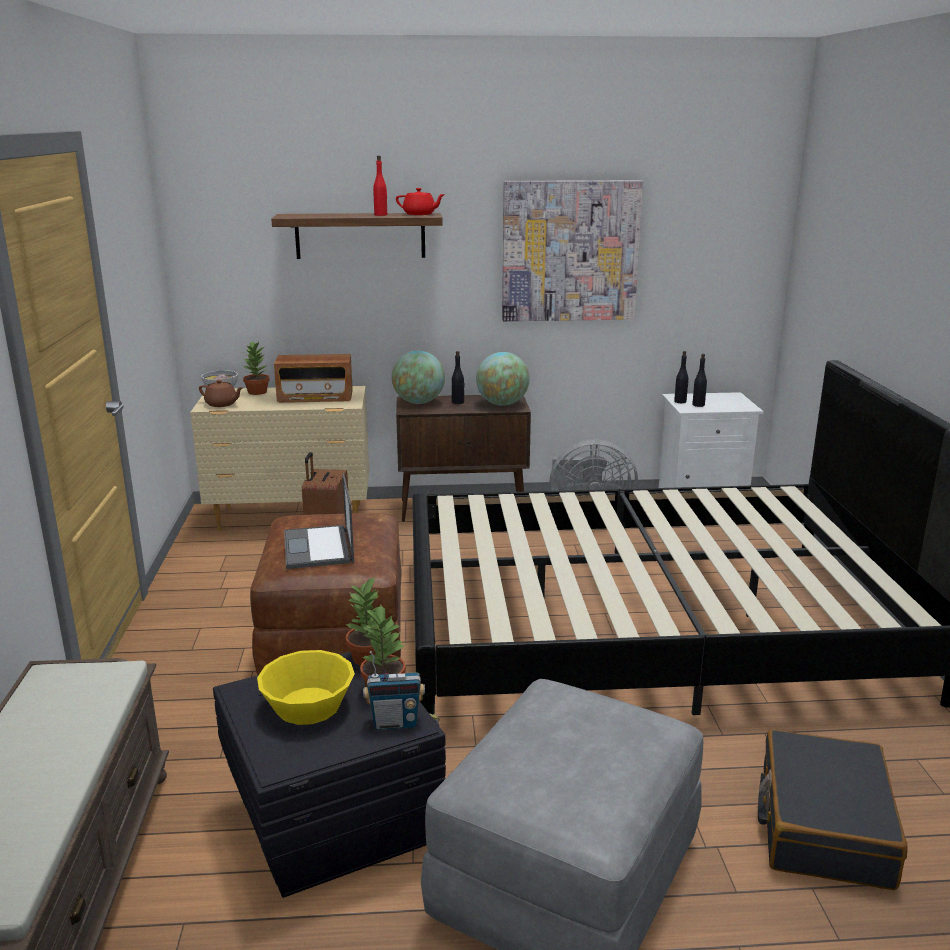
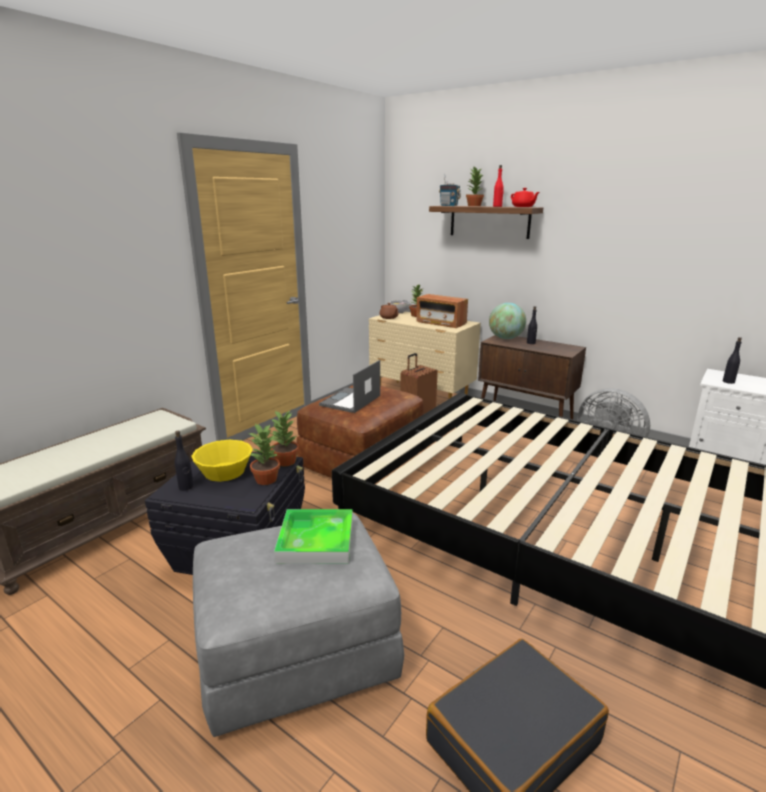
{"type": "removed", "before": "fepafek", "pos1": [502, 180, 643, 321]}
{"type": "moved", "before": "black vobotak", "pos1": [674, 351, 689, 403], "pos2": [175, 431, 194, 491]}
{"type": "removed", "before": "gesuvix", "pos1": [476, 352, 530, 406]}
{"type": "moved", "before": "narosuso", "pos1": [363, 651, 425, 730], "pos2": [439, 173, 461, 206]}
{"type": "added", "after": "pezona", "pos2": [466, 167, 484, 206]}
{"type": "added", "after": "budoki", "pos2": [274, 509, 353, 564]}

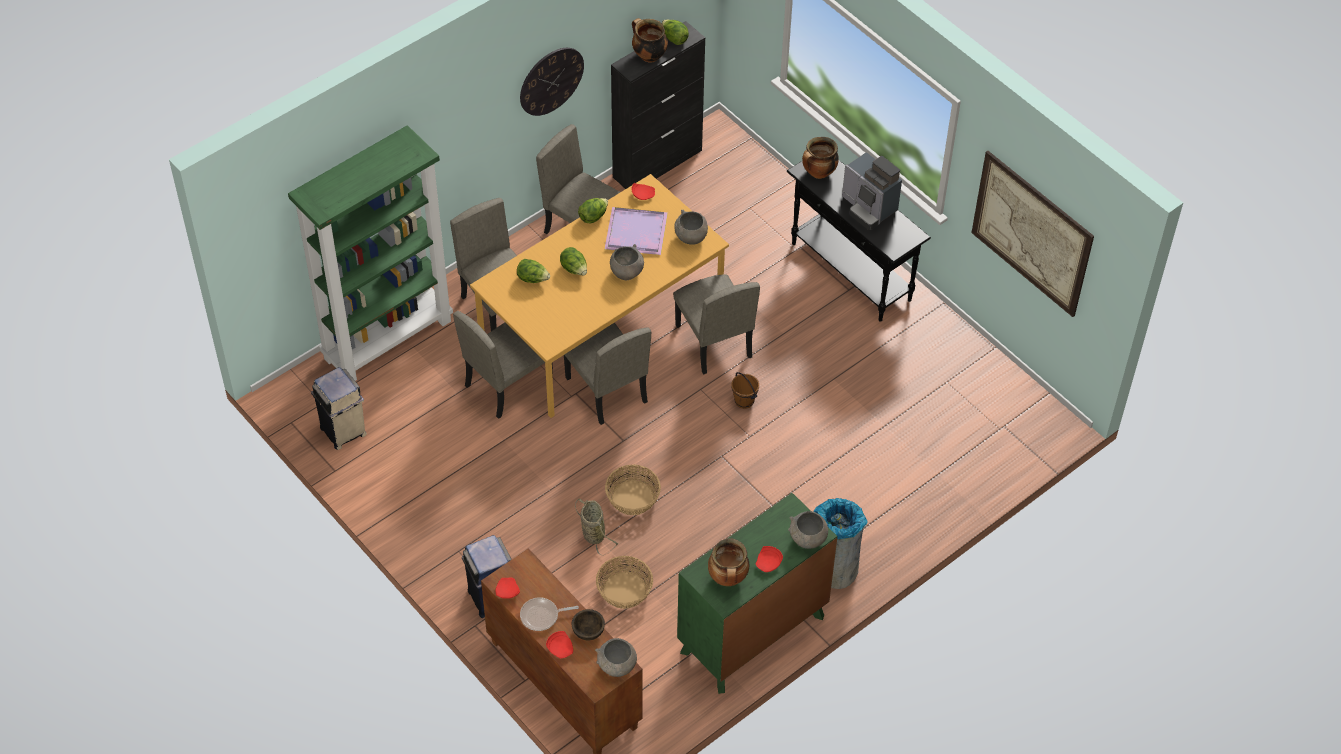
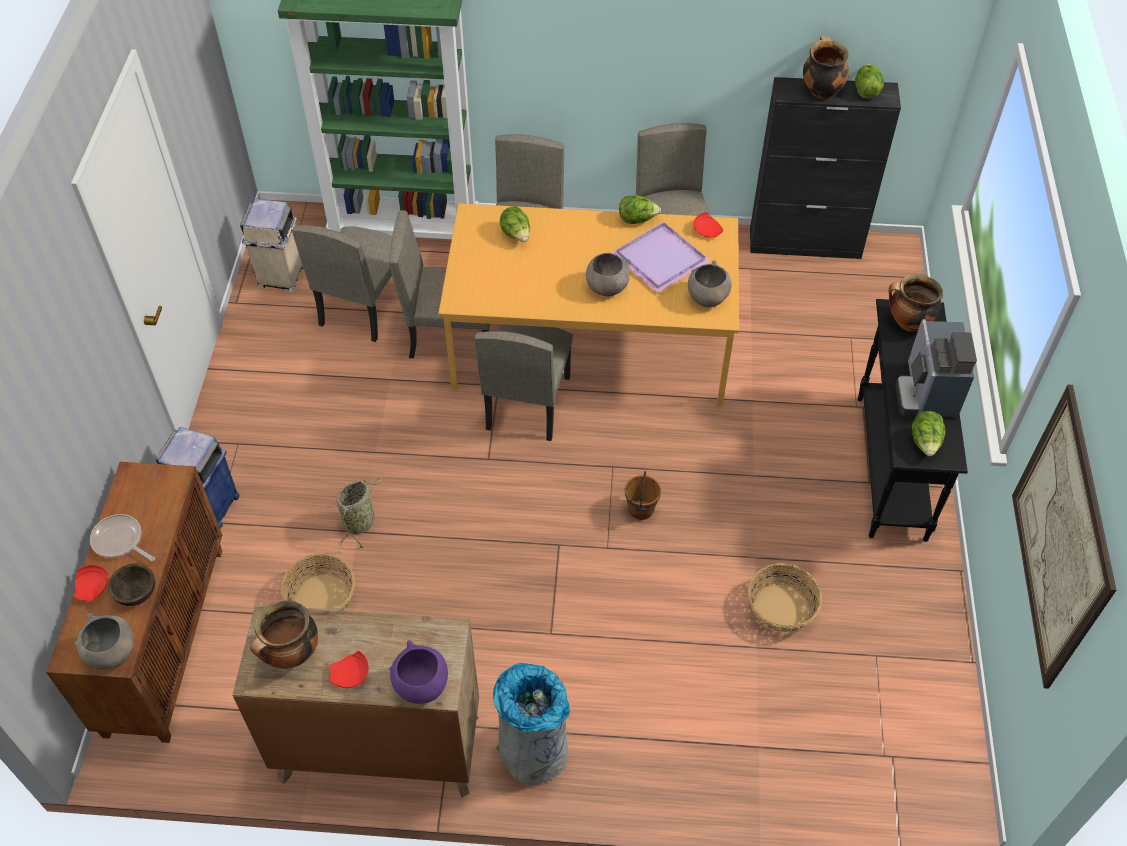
{"type": "removed", "before": "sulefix", "pos1": [520, 48, 584, 116]}
{"type": "moved", "before": "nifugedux", "pos1": [560, 247, 587, 275], "pos2": [912, 411, 946, 456]}
{"type": "moved", "before": "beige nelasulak", "pos1": [673, 274, 760, 374], "pos2": [292, 225, 392, 342]}
{"type": "moved", "before": "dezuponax", "pos1": [605, 464, 661, 515], "pos2": [748, 563, 822, 632]}
{"type": "recoloured", "before": "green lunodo", "after": "brown lunodo", "pos1": [677, 493, 837, 694], "pos2": [232, 604, 479, 797]}
{"type": "recoloured", "before": "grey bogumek", "after": "purple bogumek", "pos1": [788, 511, 828, 549], "pos2": [389, 640, 448, 704]}
{"type": "removed", "before": "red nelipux", "pos1": [495, 578, 520, 599]}

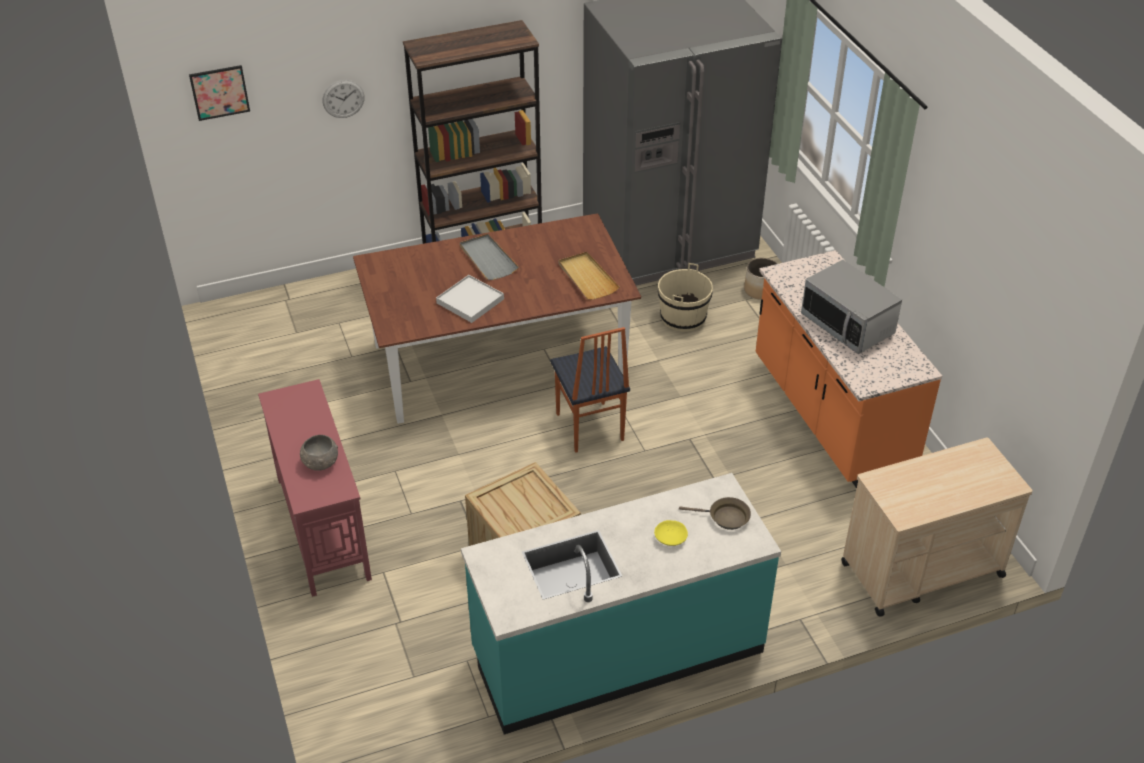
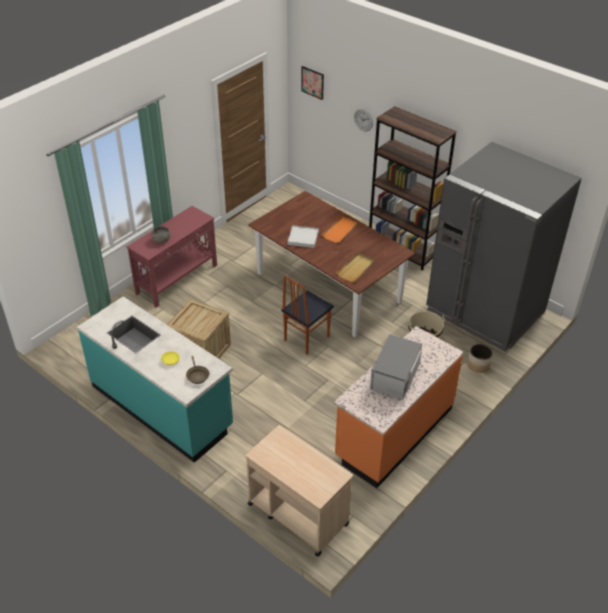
{"type": "recoloured", "before": "grey budoki", "after": "orange budoki", "pos1": [460, 234, 519, 280], "pos2": [322, 216, 358, 243]}

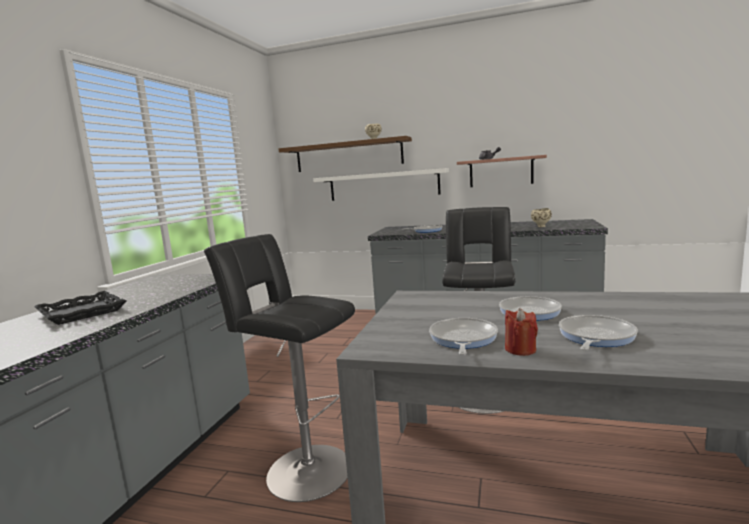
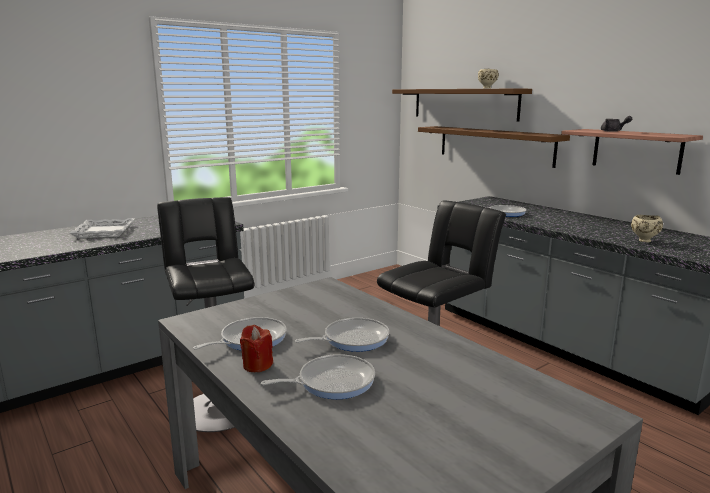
{"type": "recoloured", "before": "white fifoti", "after": "brown fifoti", "pos1": [313, 168, 449, 201], "pos2": [418, 126, 570, 168]}
{"type": "recoloured", "before": "black budoki", "after": "white budoki", "pos1": [34, 291, 127, 325], "pos2": [69, 218, 134, 238]}

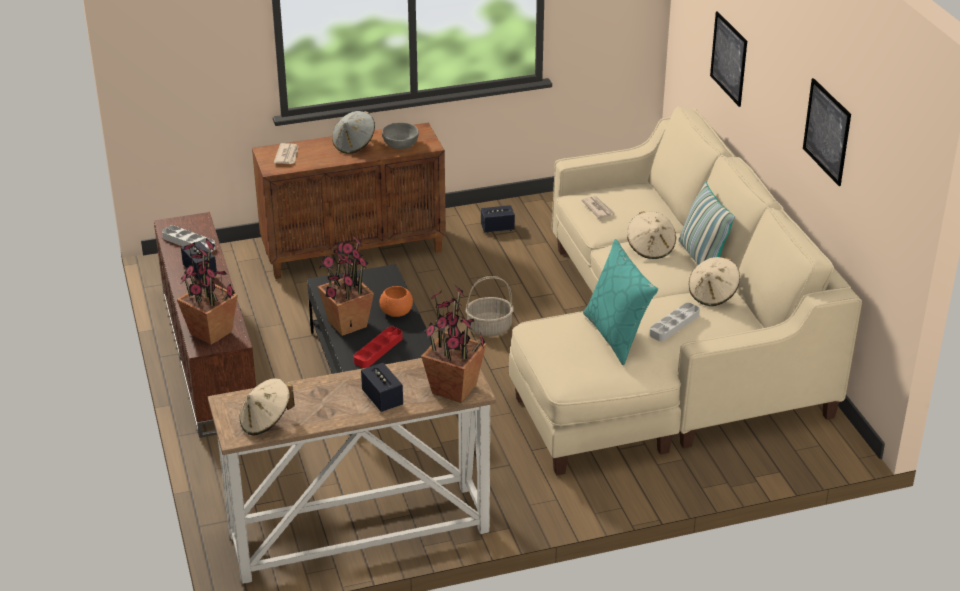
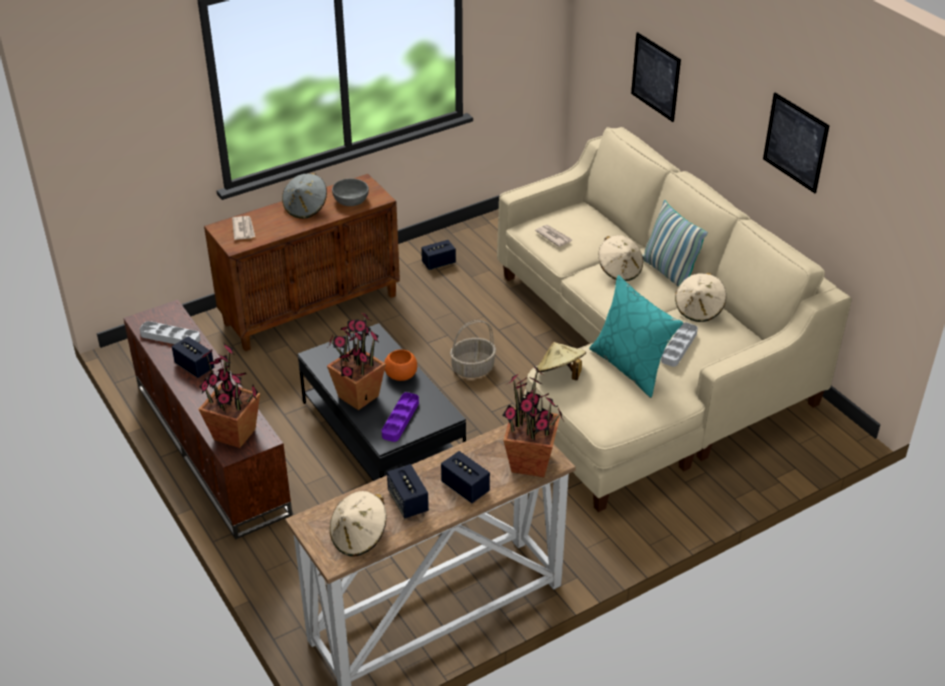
{"type": "recoloured", "before": "red budoki", "after": "purple budoki", "pos1": [354, 326, 403, 368], "pos2": [382, 392, 419, 442]}
{"type": "added", "after": "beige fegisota", "pos2": [537, 342, 586, 380]}
{"type": "added", "after": "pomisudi", "pos2": [387, 464, 429, 518]}

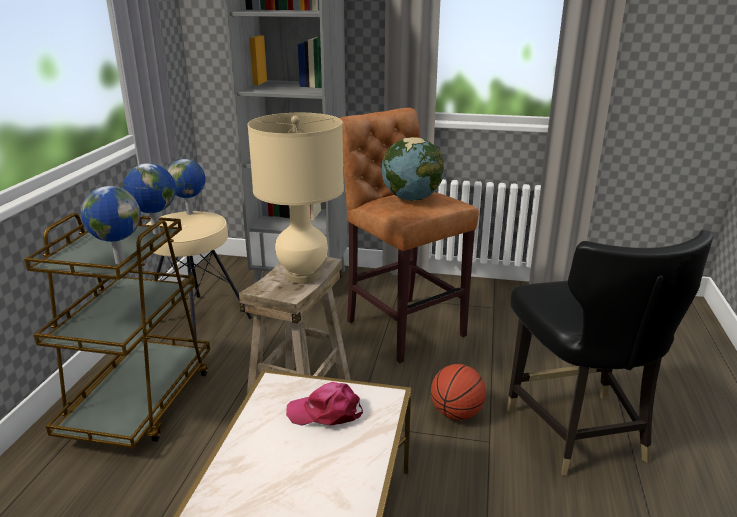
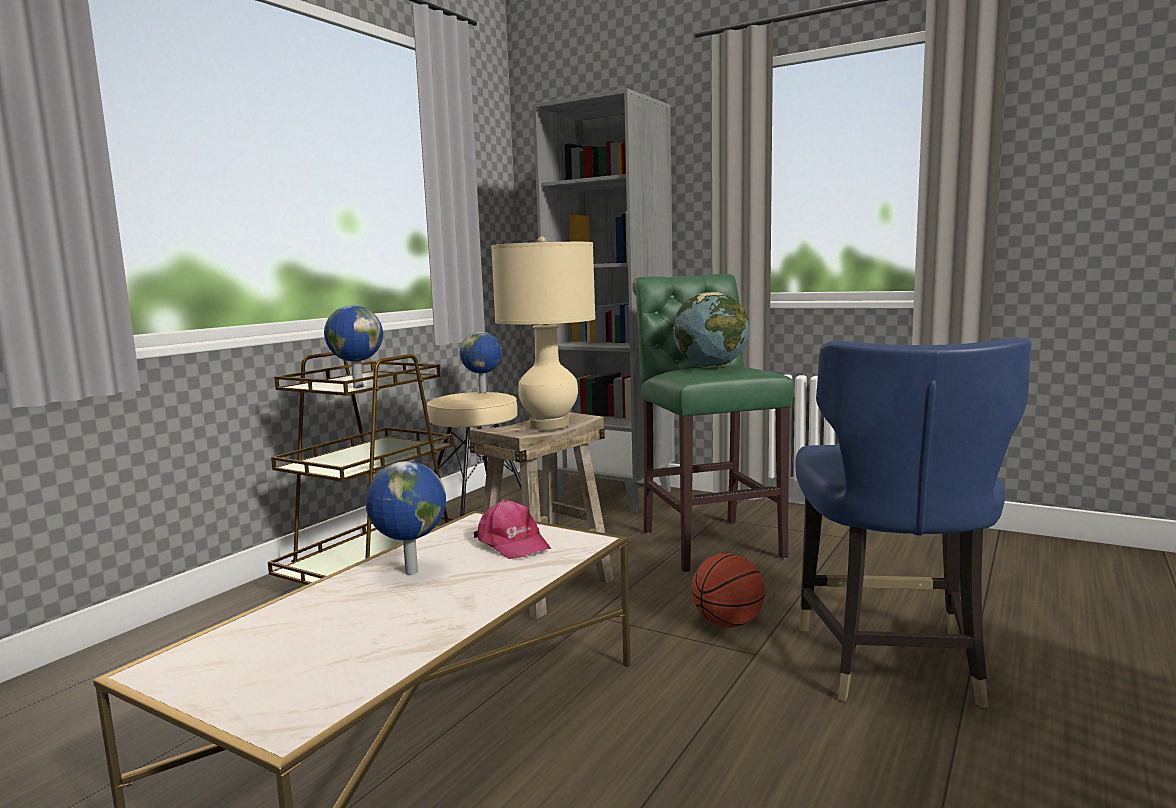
{"type": "recoloured", "before": "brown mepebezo", "after": "green mepebezo", "pos1": [340, 108, 479, 363], "pos2": [632, 274, 794, 572]}
{"type": "moved", "before": "gesuvix", "pos1": [123, 163, 176, 234], "pos2": [365, 461, 446, 575]}
{"type": "recoloured", "before": "black nelasulak", "after": "blue nelasulak", "pos1": [507, 230, 713, 476], "pos2": [795, 337, 1031, 708]}
{"type": "turned", "before": "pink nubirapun", "pos1": [286, 382, 363, 426], "pos2": [474, 500, 551, 559], "turn": -150}

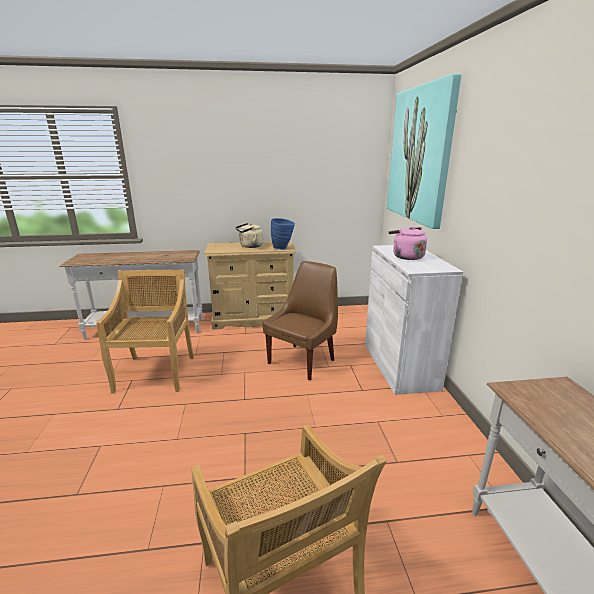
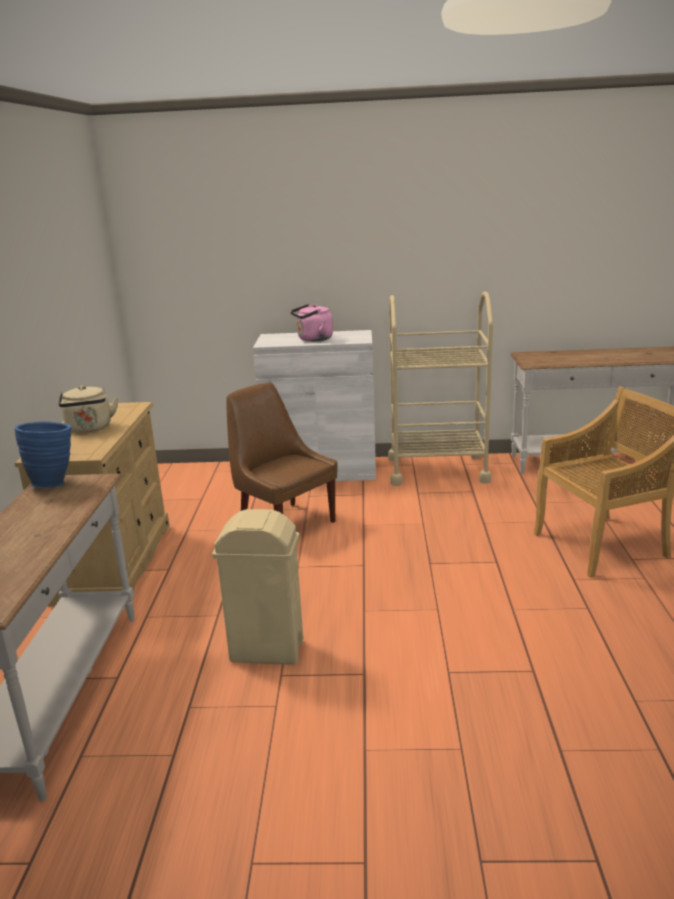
{"type": "removed", "before": "fepafek", "pos1": [387, 73, 462, 229]}
{"type": "moved", "before": "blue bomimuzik", "pos1": [271, 218, 295, 250], "pos2": [15, 421, 72, 488]}
{"type": "replaced", "before": "beige nelasulak", "after": "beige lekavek", "pos1": [96, 270, 194, 393], "pos2": [212, 509, 303, 665]}
{"type": "added", "after": "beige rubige", "pos2": [388, 292, 493, 486]}

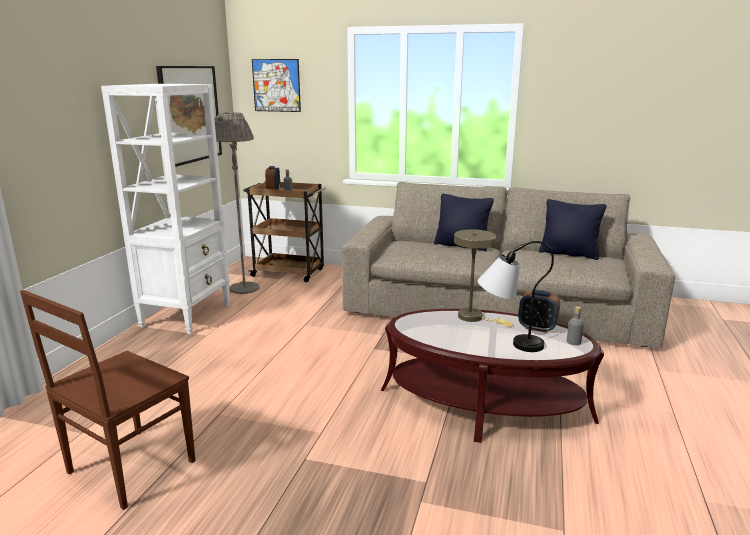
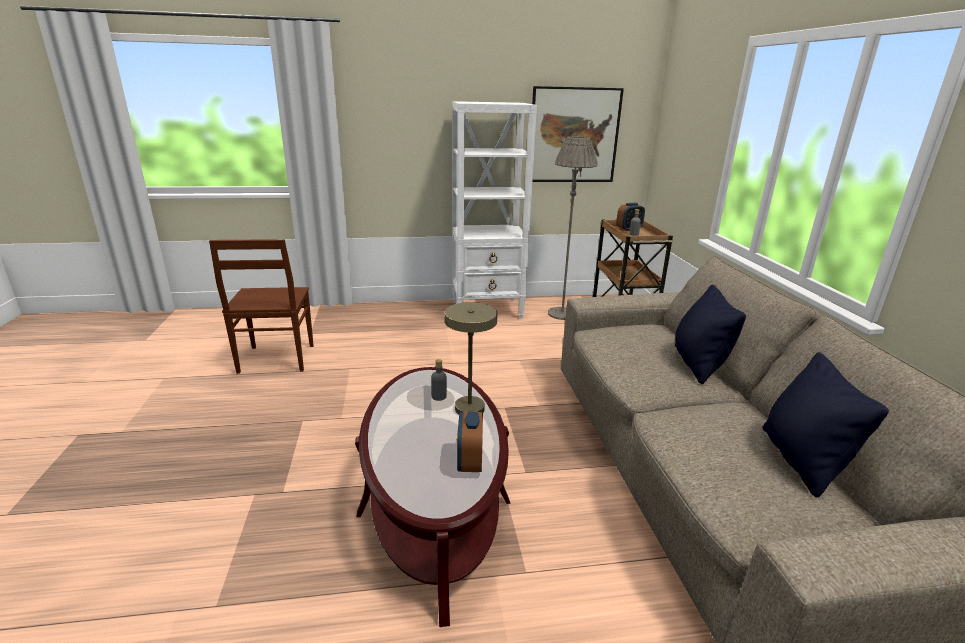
{"type": "removed", "before": "fepafek", "pos1": [252, 59, 301, 112]}
{"type": "removed", "before": "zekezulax", "pos1": [478, 241, 554, 352]}
{"type": "turned", "before": "brown nelasulak", "pos1": [20, 290, 195, 510], "pos2": [209, 239, 314, 374], "turn": -105}
{"type": "moved", "before": "grey vobotak", "pos1": [567, 306, 584, 345], "pos2": [431, 359, 447, 401]}

